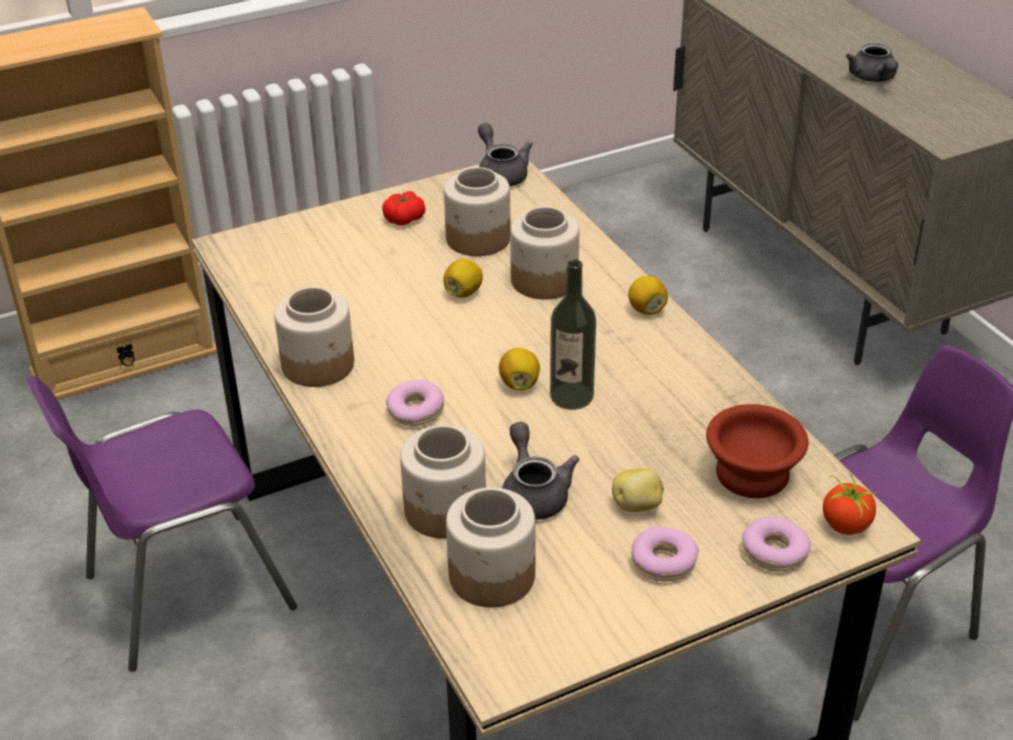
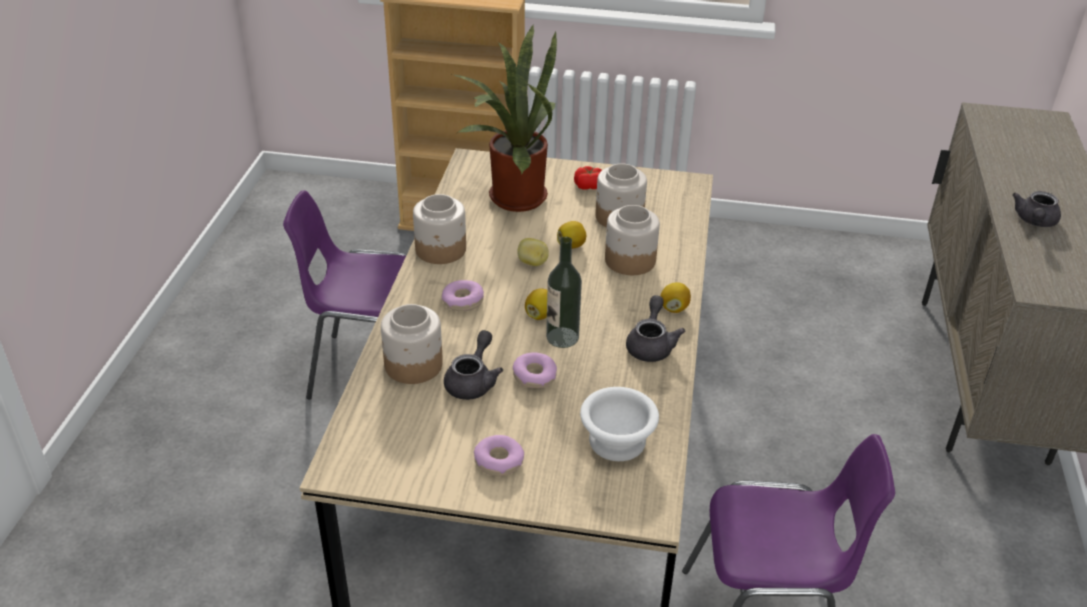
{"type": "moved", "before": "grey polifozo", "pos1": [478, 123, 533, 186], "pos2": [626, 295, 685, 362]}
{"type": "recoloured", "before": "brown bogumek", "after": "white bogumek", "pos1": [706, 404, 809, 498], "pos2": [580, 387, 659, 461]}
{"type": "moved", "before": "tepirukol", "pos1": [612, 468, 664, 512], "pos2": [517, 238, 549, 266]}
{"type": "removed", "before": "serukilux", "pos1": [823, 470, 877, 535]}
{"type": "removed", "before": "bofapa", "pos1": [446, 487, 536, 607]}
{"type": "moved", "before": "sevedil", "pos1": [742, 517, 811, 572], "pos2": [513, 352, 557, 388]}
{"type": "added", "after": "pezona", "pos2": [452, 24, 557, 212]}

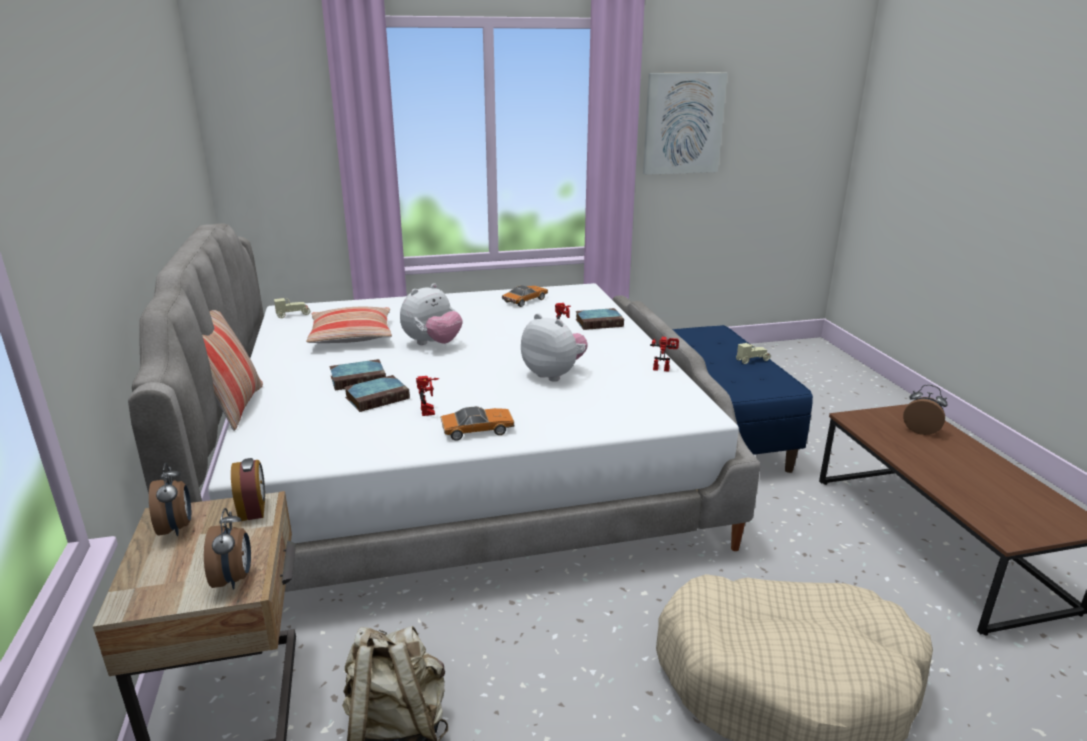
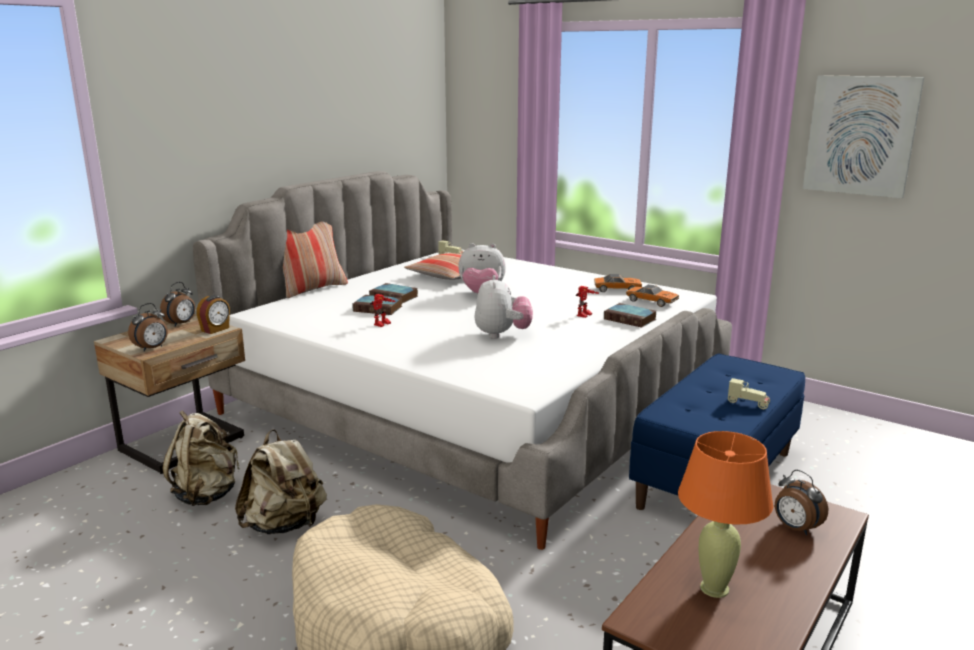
{"type": "removed", "before": "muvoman", "pos1": [650, 337, 679, 372]}
{"type": "turned", "before": "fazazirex", "pos1": [903, 385, 947, 435], "pos2": [775, 470, 828, 535], "turn": 150}
{"type": "moved", "before": "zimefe", "pos1": [441, 406, 515, 441], "pos2": [626, 284, 679, 307]}
{"type": "added", "after": "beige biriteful", "pos2": [235, 429, 327, 534]}
{"type": "added", "after": "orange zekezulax", "pos2": [678, 431, 773, 598]}

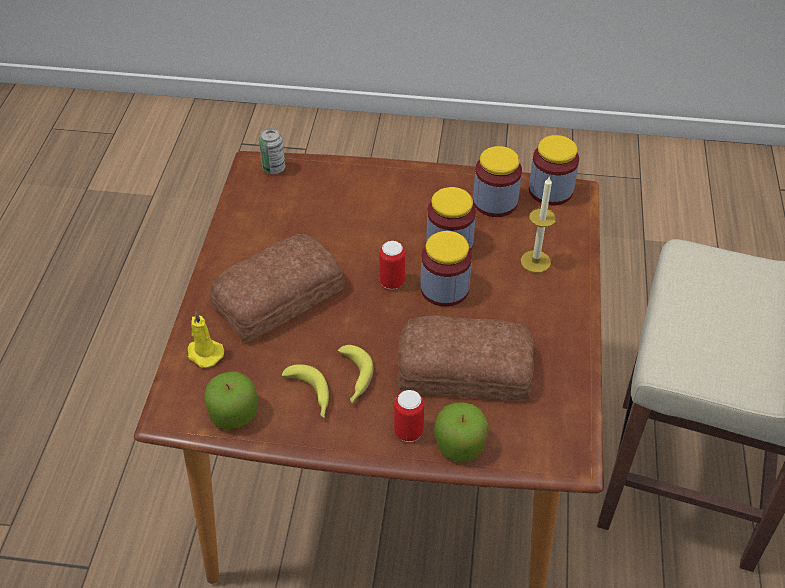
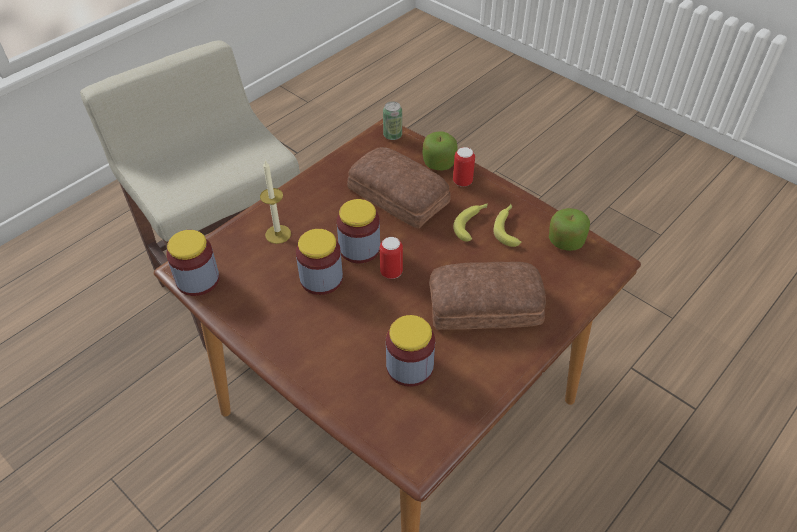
{"type": "moved", "before": "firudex", "pos1": [259, 128, 285, 174], "pos2": [383, 101, 402, 140]}
{"type": "moved", "before": "bofapa", "pos1": [473, 146, 522, 217], "pos2": [386, 315, 435, 387]}
{"type": "removed", "before": "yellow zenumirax", "pos1": [188, 312, 224, 368]}

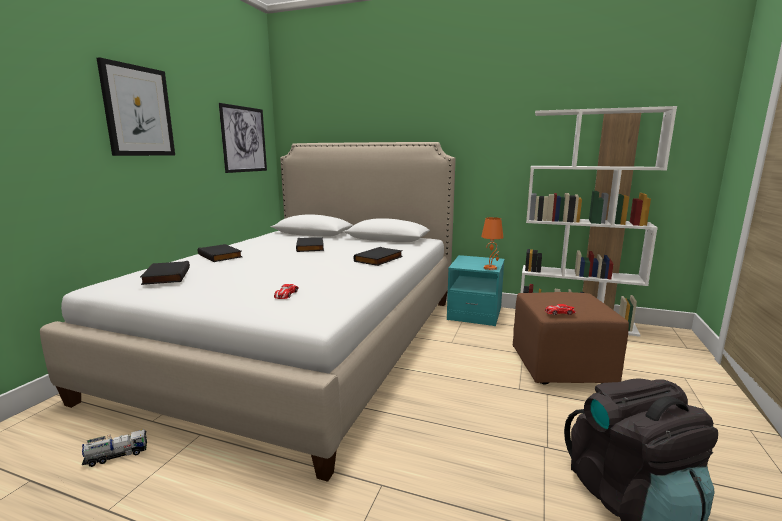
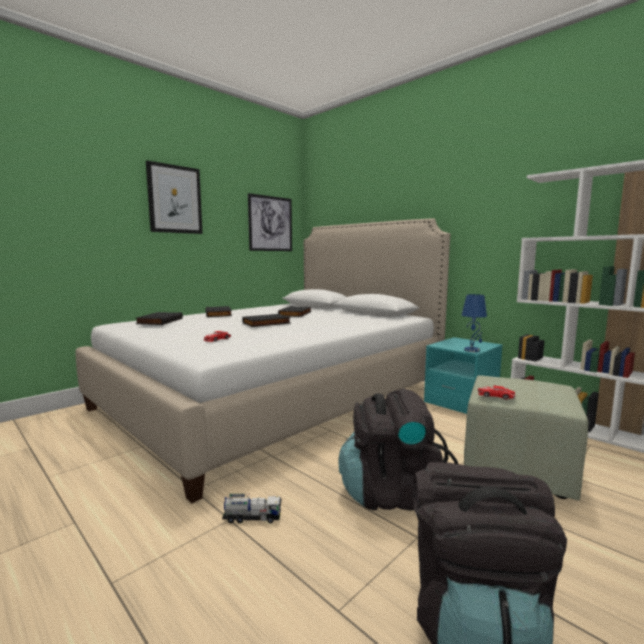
{"type": "recoloured", "before": "orange zekezulax", "after": "blue zekezulax", "pos1": [481, 217, 503, 270], "pos2": [462, 294, 487, 352]}
{"type": "moved", "before": "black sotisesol", "pos1": [354, 247, 403, 266], "pos2": [242, 314, 291, 327]}
{"type": "recoloured", "before": "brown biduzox", "after": "green biduzox", "pos1": [513, 292, 629, 385], "pos2": [464, 375, 588, 501]}
{"type": "moved", "before": "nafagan", "pos1": [82, 429, 147, 467], "pos2": [222, 493, 281, 523]}
{"type": "added", "after": "black biriteful", "pos2": [339, 389, 458, 510]}

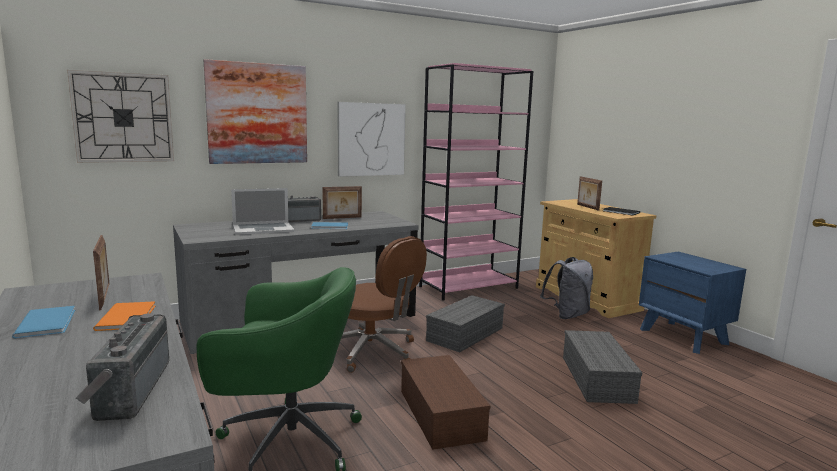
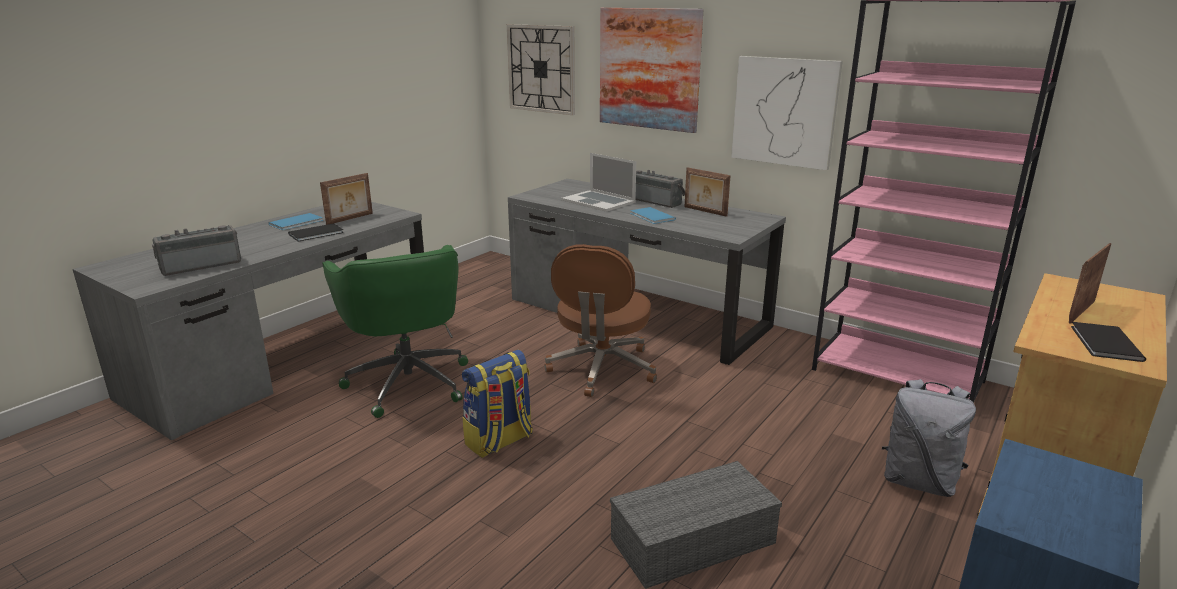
{"type": "removed", "before": "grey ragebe", "pos1": [426, 295, 505, 352]}
{"type": "recoloured", "before": "orange sotisesol", "after": "black sotisesol", "pos1": [93, 302, 155, 331], "pos2": [288, 223, 344, 242]}
{"type": "replaced", "before": "brown ragebe", "after": "biriteful", "pos1": [401, 355, 490, 450], "pos2": [462, 350, 533, 458]}

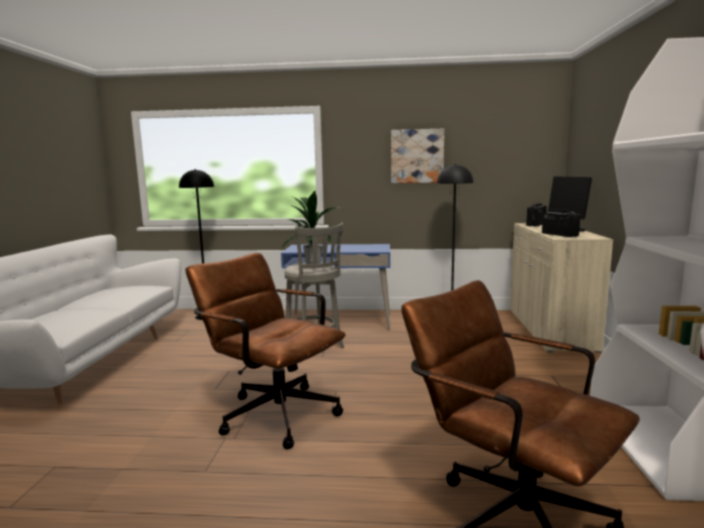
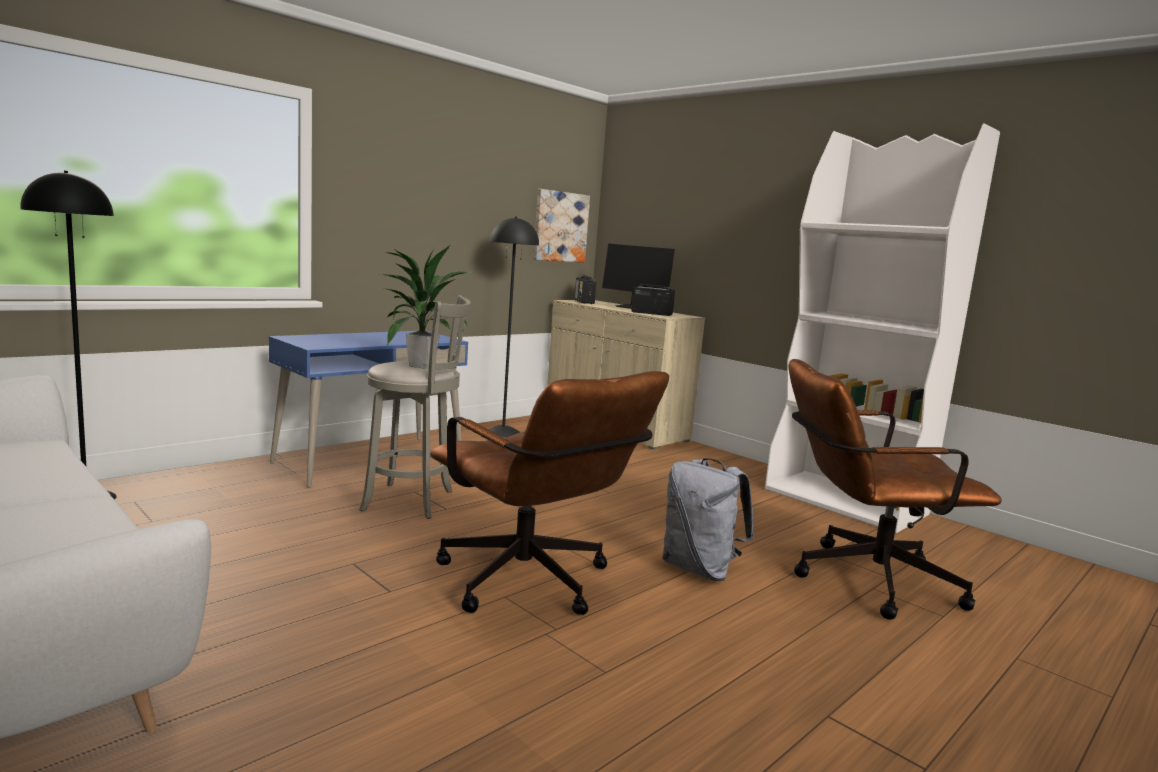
{"type": "moved", "before": "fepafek", "pos1": [391, 129, 444, 183], "pos2": [534, 189, 590, 262]}
{"type": "turned", "before": "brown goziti", "pos1": [185, 253, 346, 449], "pos2": [430, 371, 669, 615], "turn": -120}
{"type": "added", "after": "grey biriteful", "pos2": [662, 458, 754, 581]}

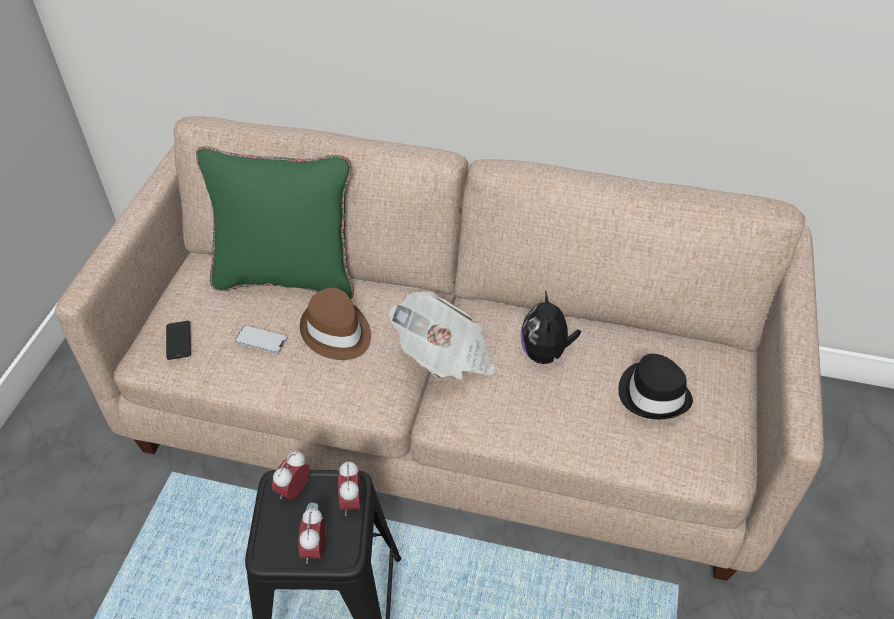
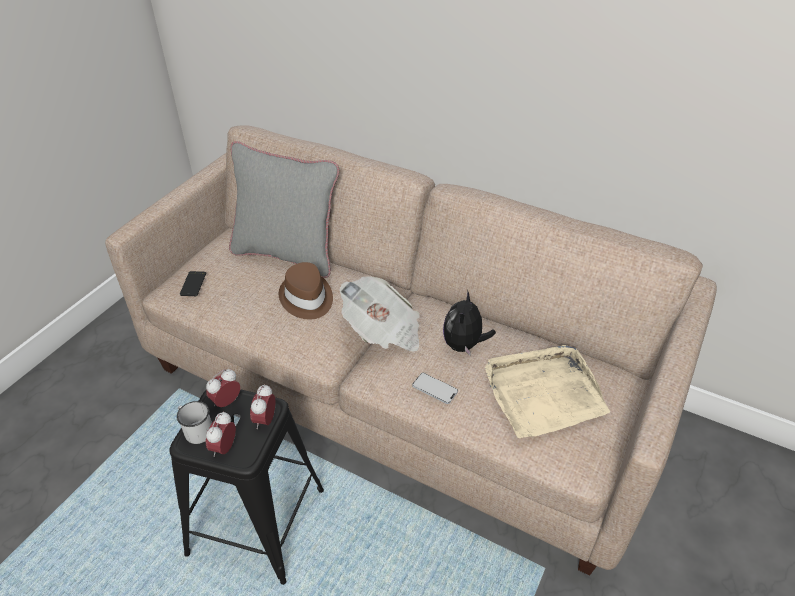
{"type": "recoloured", "before": "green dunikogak", "after": "grey dunikogak", "pos1": [196, 146, 354, 299], "pos2": [229, 141, 339, 278]}
{"type": "moved", "before": "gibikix", "pos1": [235, 325, 287, 354], "pos2": [412, 373, 458, 404]}
{"type": "replaced", "before": "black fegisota", "after": "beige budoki", "pos1": [619, 354, 693, 419], "pos2": [485, 345, 610, 438]}
{"type": "added", "after": "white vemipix", "pos2": [177, 401, 212, 444]}

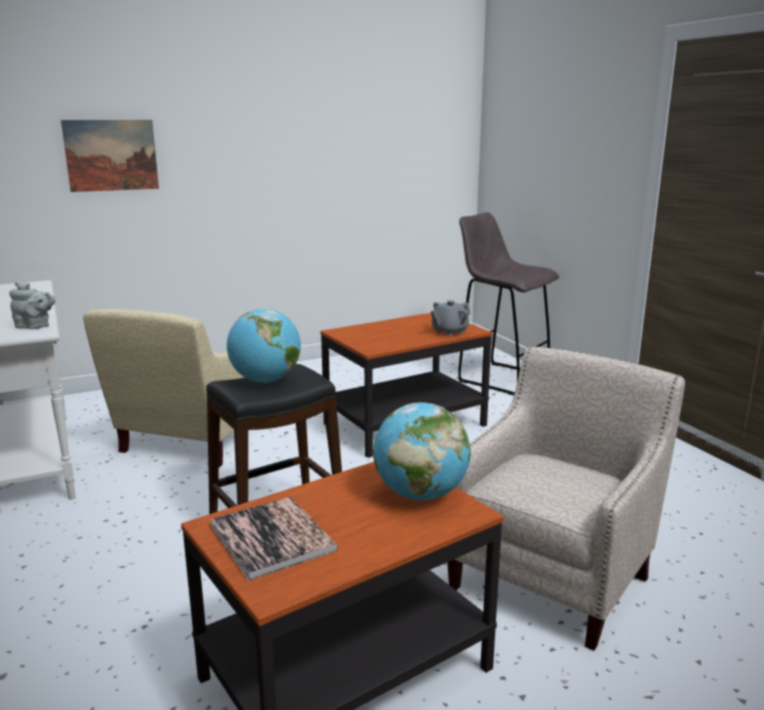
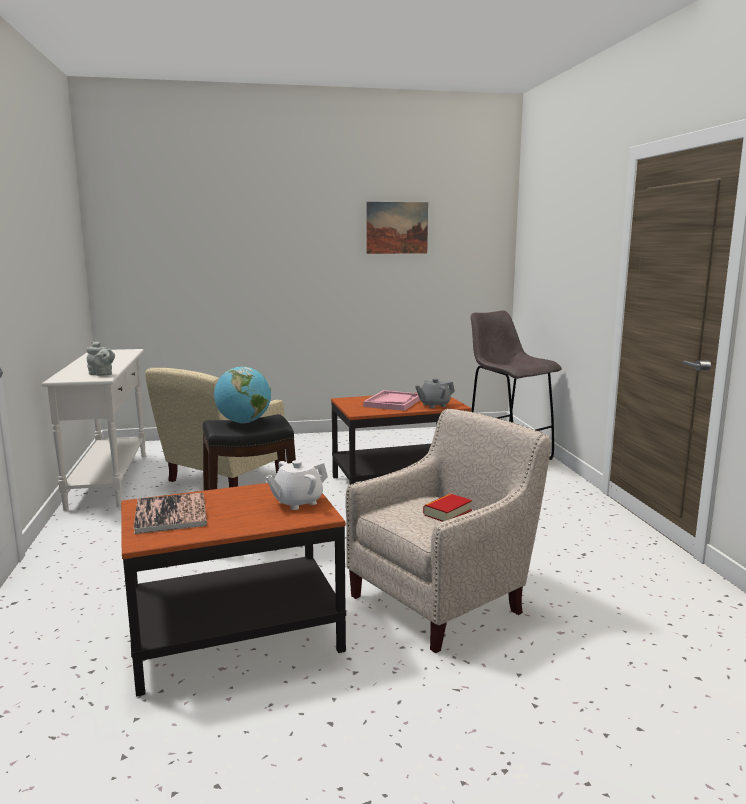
{"type": "moved", "before": "fepafek", "pos1": [61, 120, 159, 192], "pos2": [366, 202, 428, 254]}
{"type": "replaced", "before": "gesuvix", "after": "white polifozo", "pos1": [373, 402, 471, 500], "pos2": [266, 460, 328, 510]}
{"type": "added", "after": "pink budoki", "pos2": [363, 390, 420, 411]}
{"type": "added", "after": "sotisesol", "pos2": [423, 493, 472, 522]}

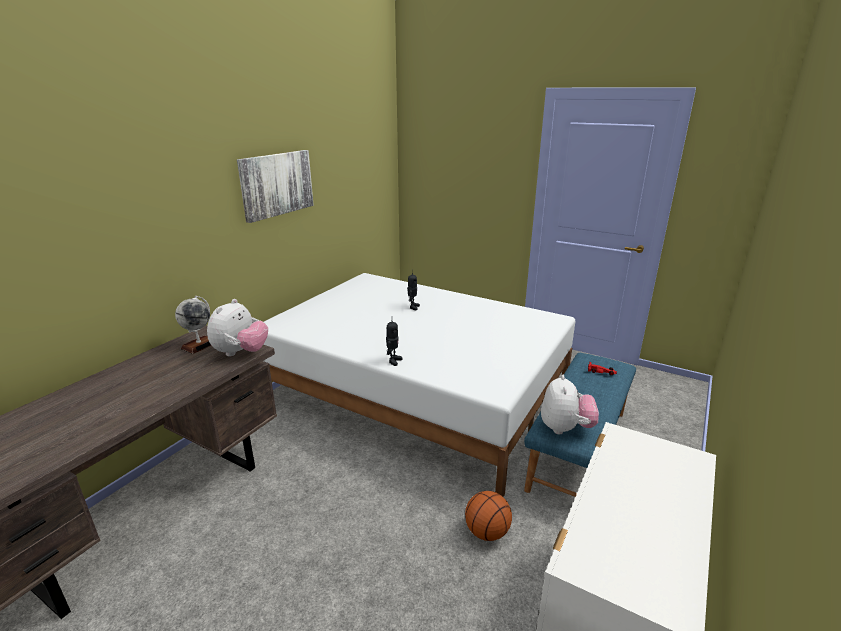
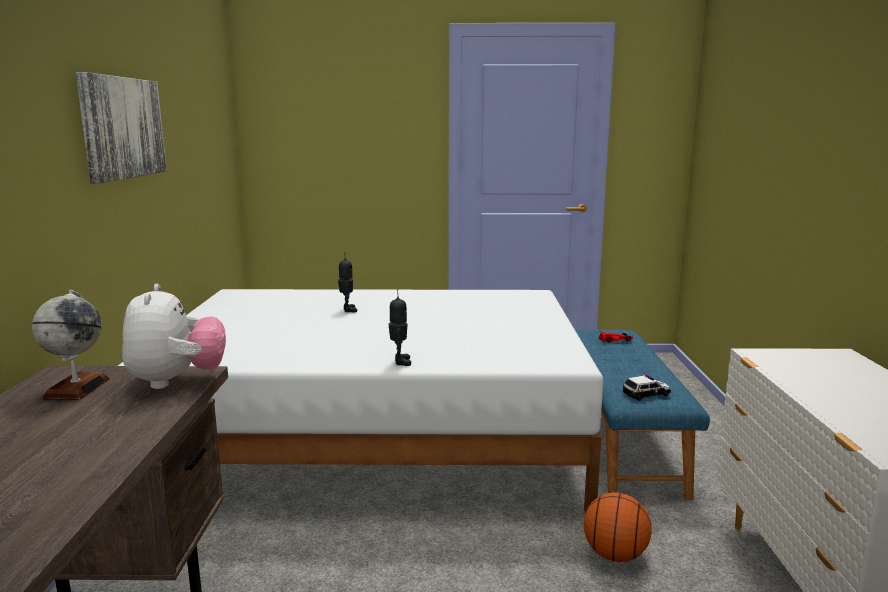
{"type": "replaced", "before": "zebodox", "after": "zimefe", "pos1": [541, 375, 599, 434], "pos2": [623, 375, 671, 401]}

